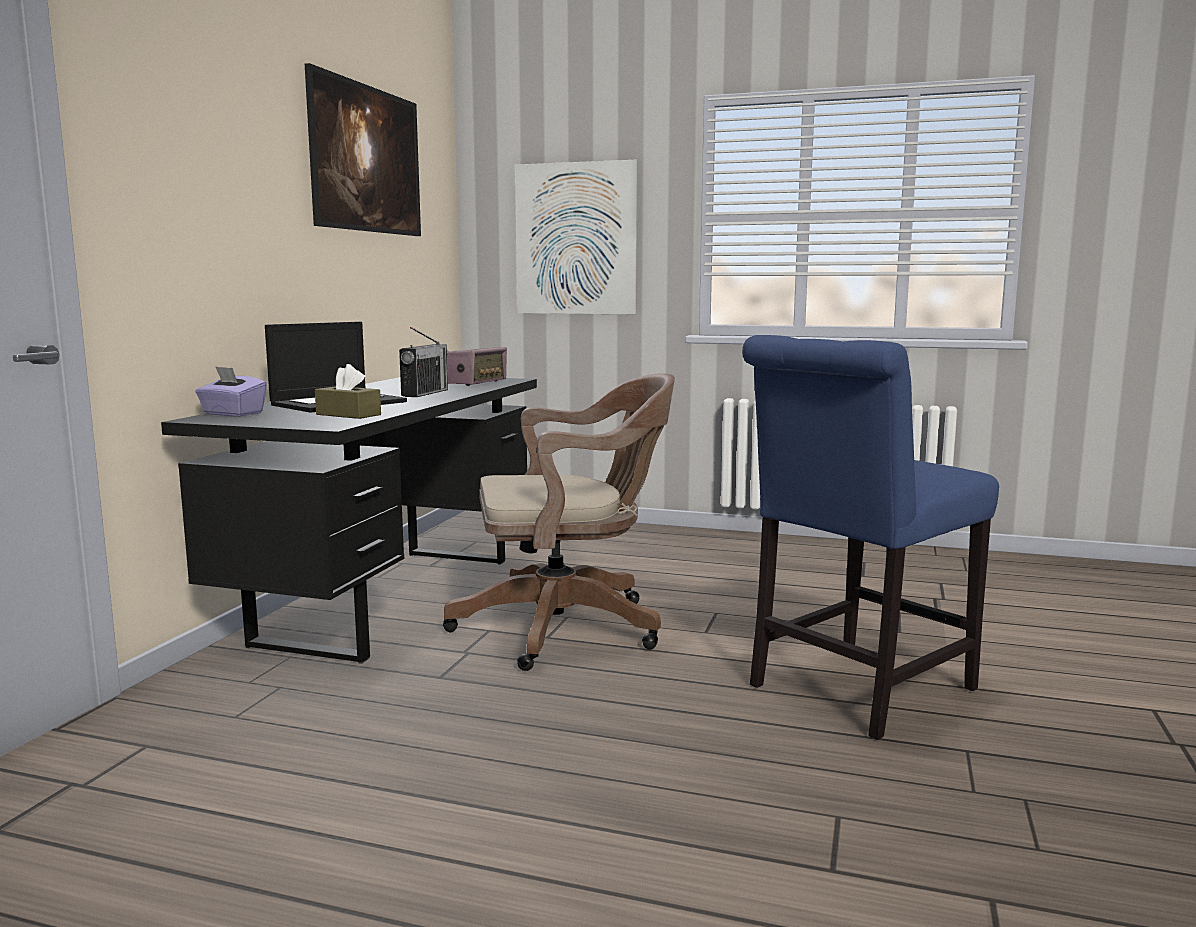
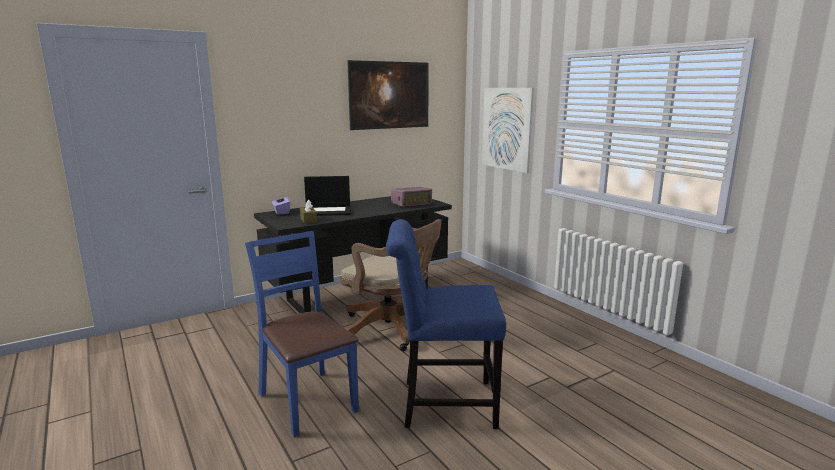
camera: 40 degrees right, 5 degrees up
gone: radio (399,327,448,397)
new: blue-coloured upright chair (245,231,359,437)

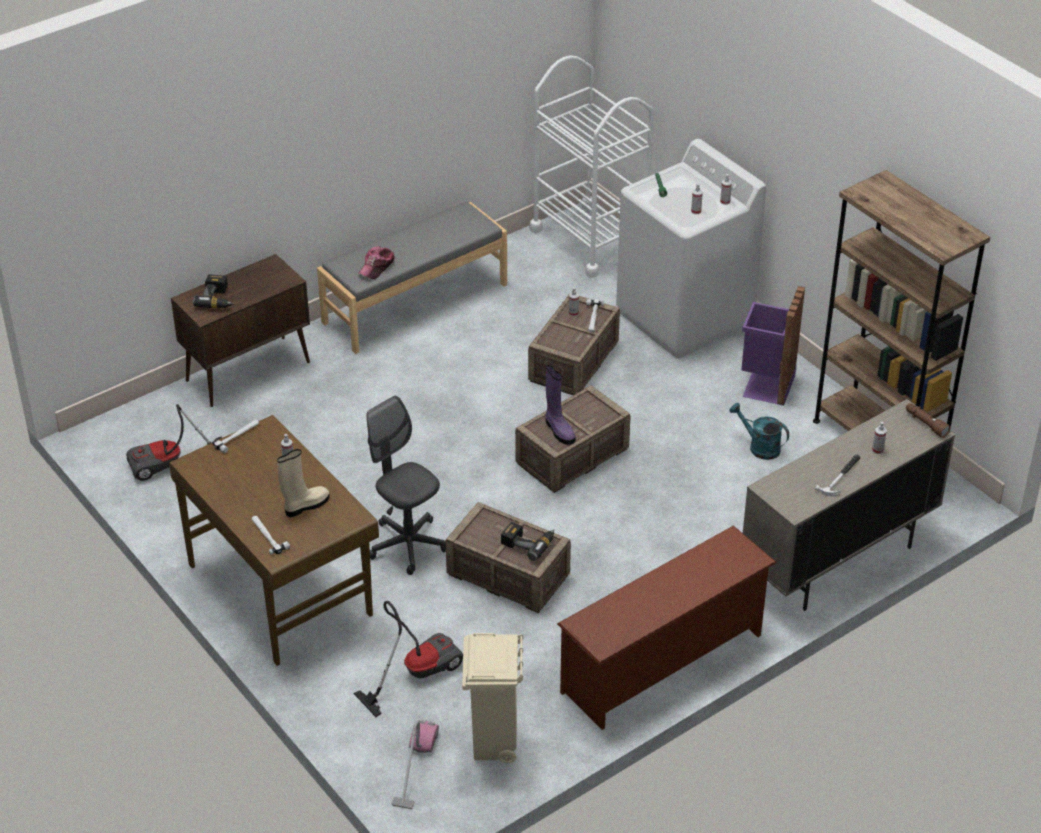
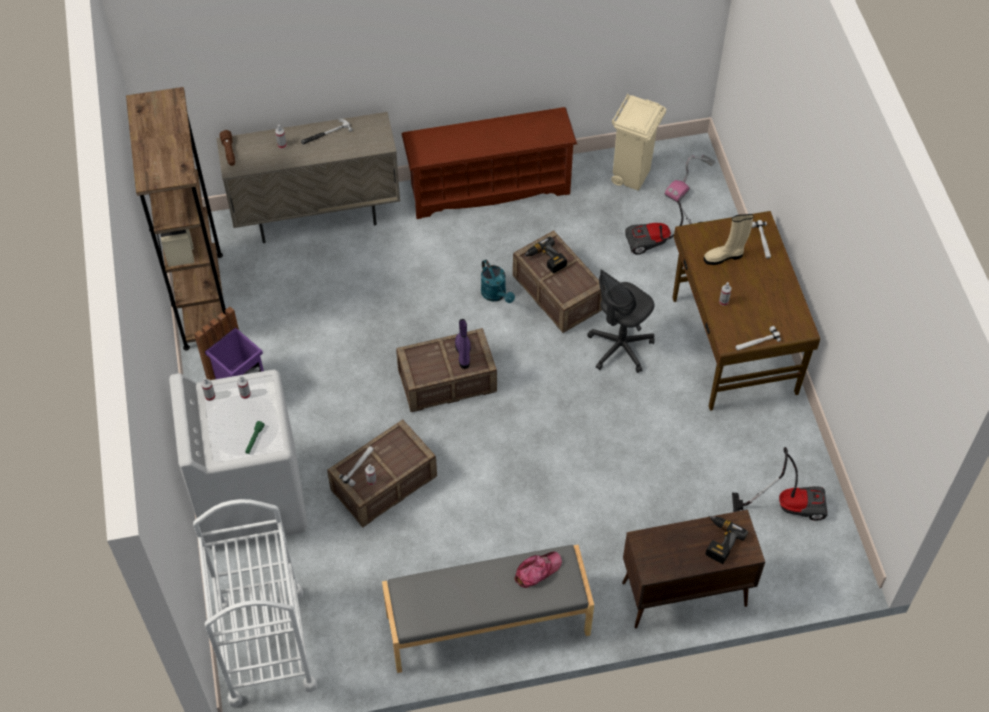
camera: 155 degrees left, 15 degrees up
shifted: turquoise watering can (729,403,789,460) to (481,260,515,303)
rotated: grey office chair (367,396,446,575) = (587,269,655,373) 60 degrees clockwise

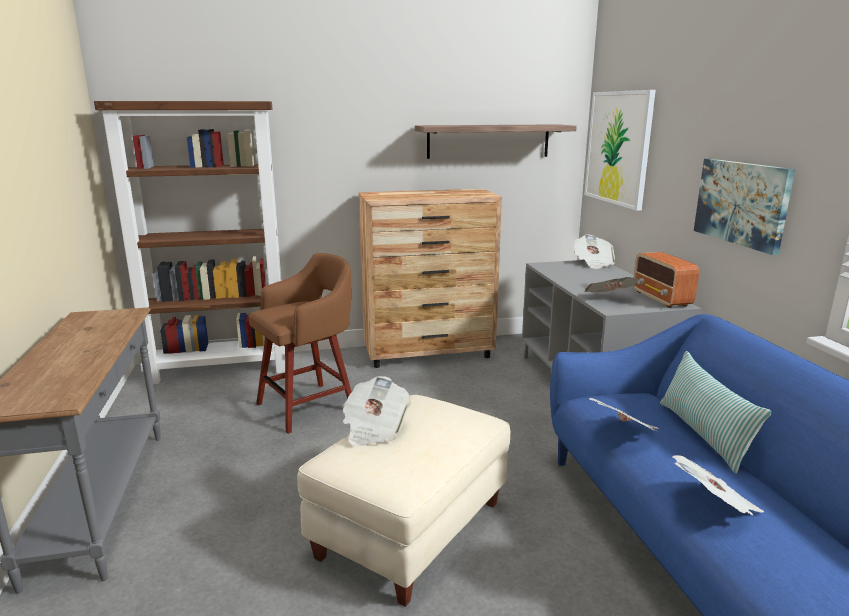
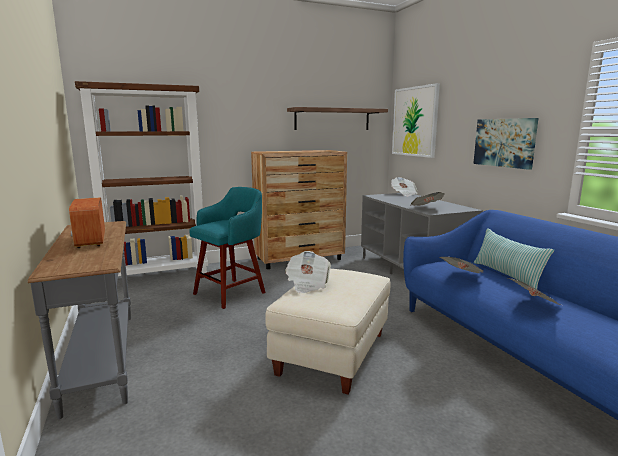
camera: 10 degrees left, 5 degrees down
shifted: radio (633,252,699,308) to (69,197,105,248)
repainted: brown-coloured stool seat (249,253,352,434) to turquoise stool seat (189,187,266,309)

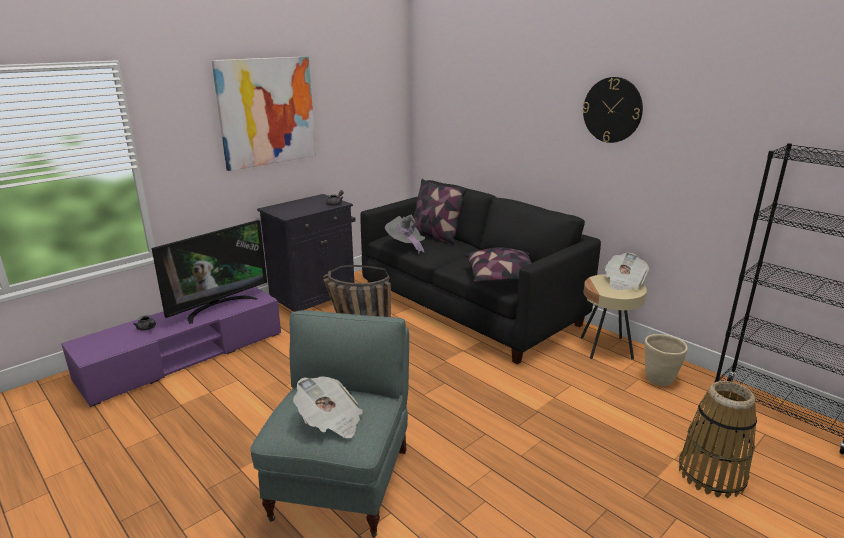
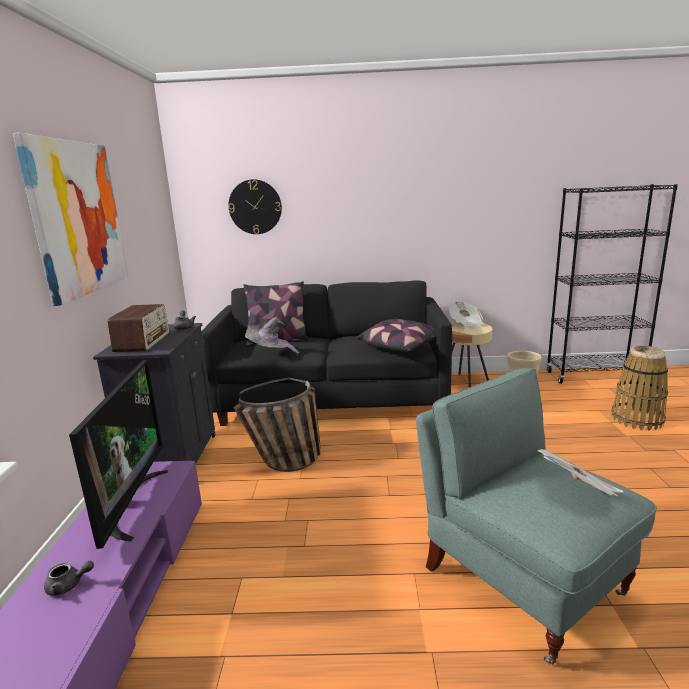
camera: 45 degrees left, 5 degrees down
new: radio (108,304,169,352)
shifted: clock on the wall (582,77,643,143) to (228,179,282,234)

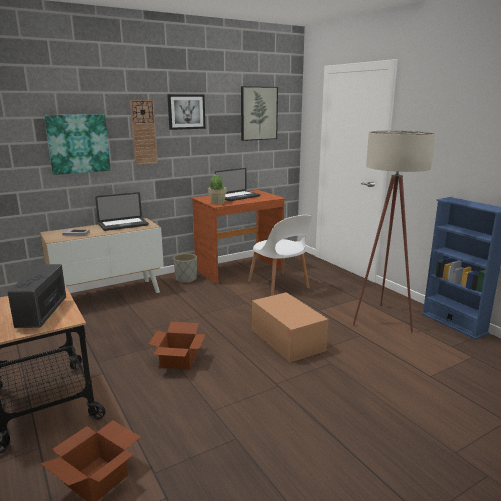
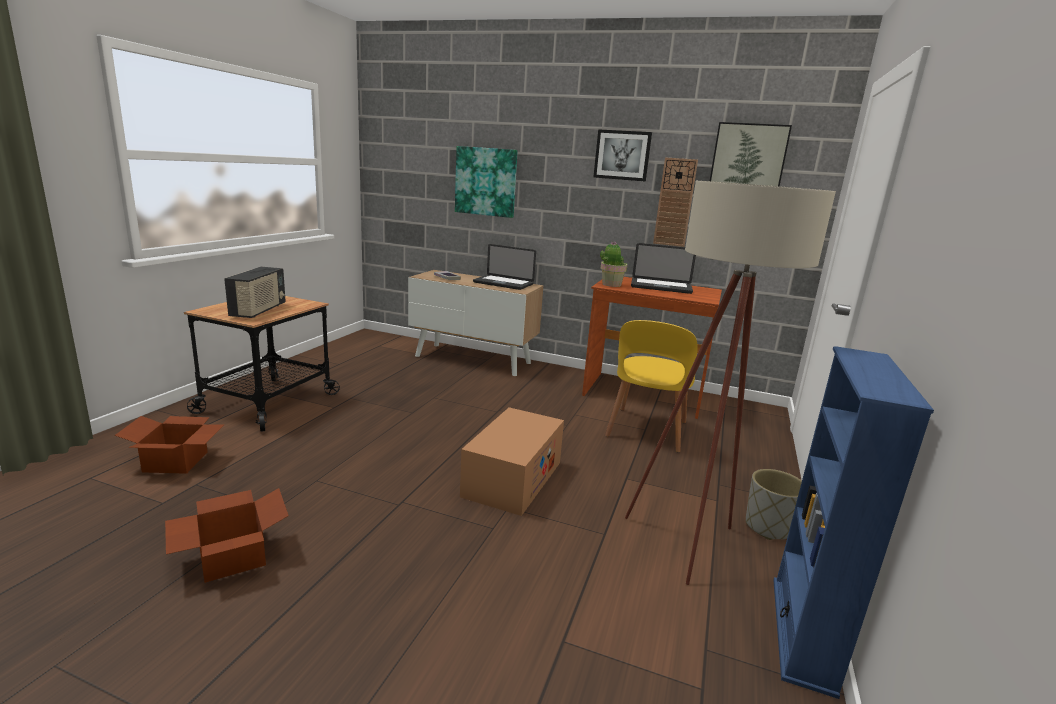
camera: 50 degrees right, 0 degrees up
shifted: carton (149,322,206,370) to (165,488,289,583); clock on the wall (130,100,158,165) to (653,157,698,247); grey plant pot (173,253,197,283) to (746,469,802,540)
repainted: white upright chair (248,215,312,296) to yellow upright chair (605,320,698,453)
rotated: radio (8,264,66,328) = (224,267,286,318) 135 degrees clockwise

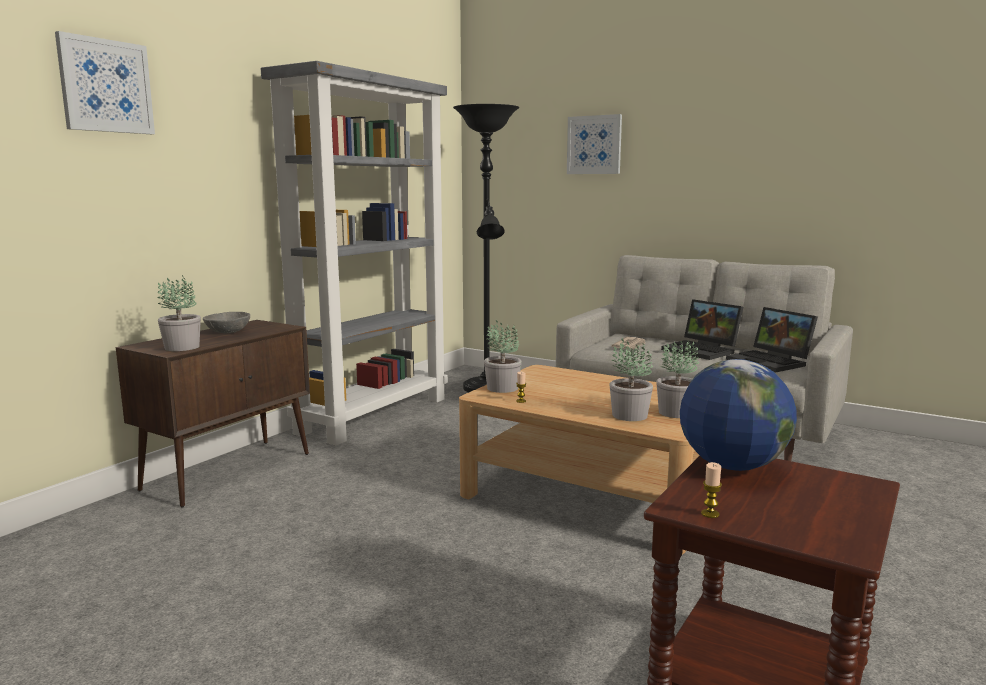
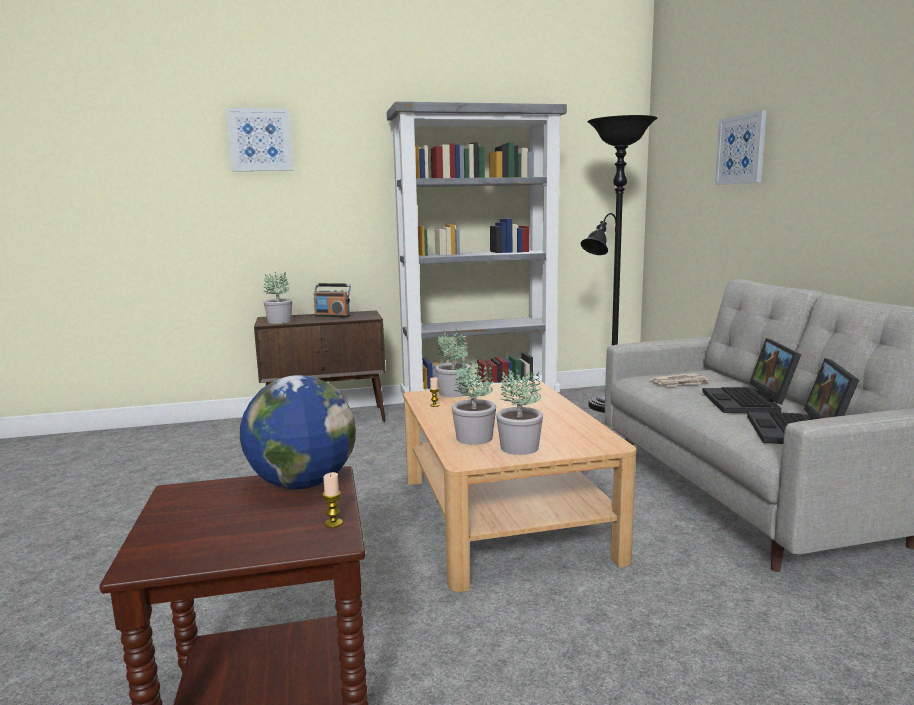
camera: 45 degrees right, 0 degrees up
shifted: wax candle (701,462,722,518) to (323,472,343,528)
swapped: grey serving bowl (203,312,250,333) to radio (313,283,351,317)

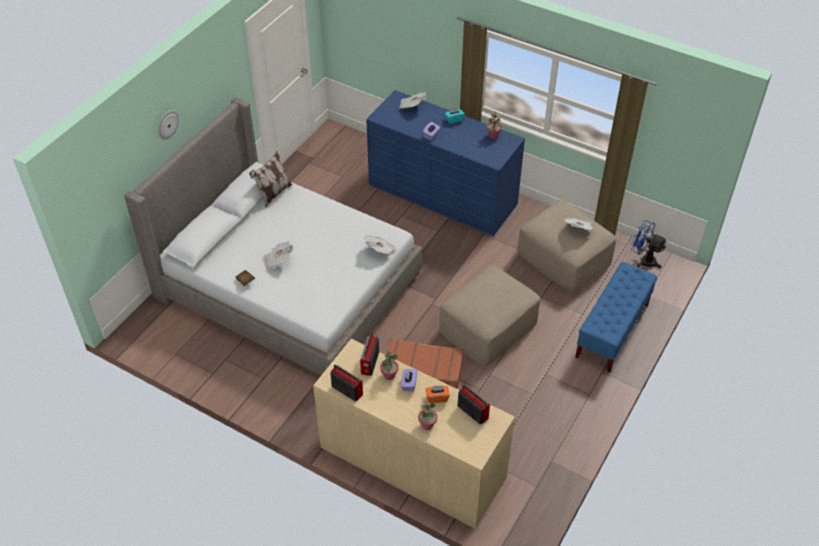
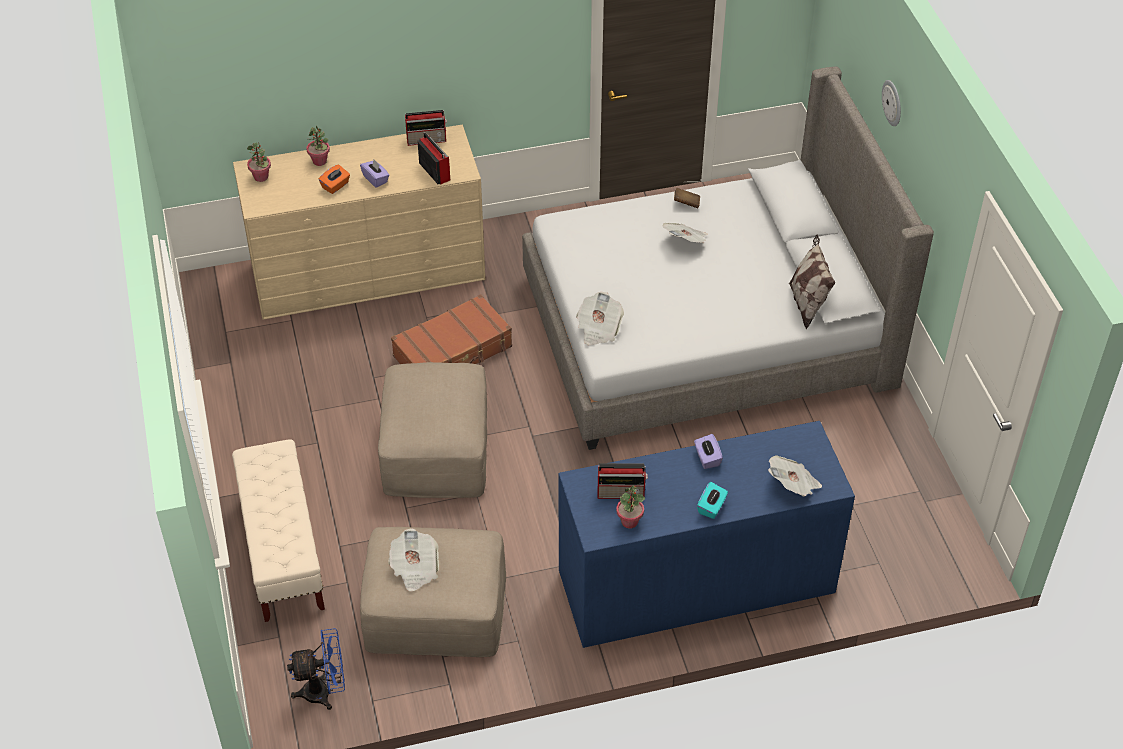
camera: 135 degrees right, 0 degrees up
shifted: plant in a pot (380,351,399,380) to (247,142,271,182); radio (458,384,490,424) to (598,463,648,499)
repainted: blue-coloured bench (575,262,657,373) to beige bench (232,439,325,622)

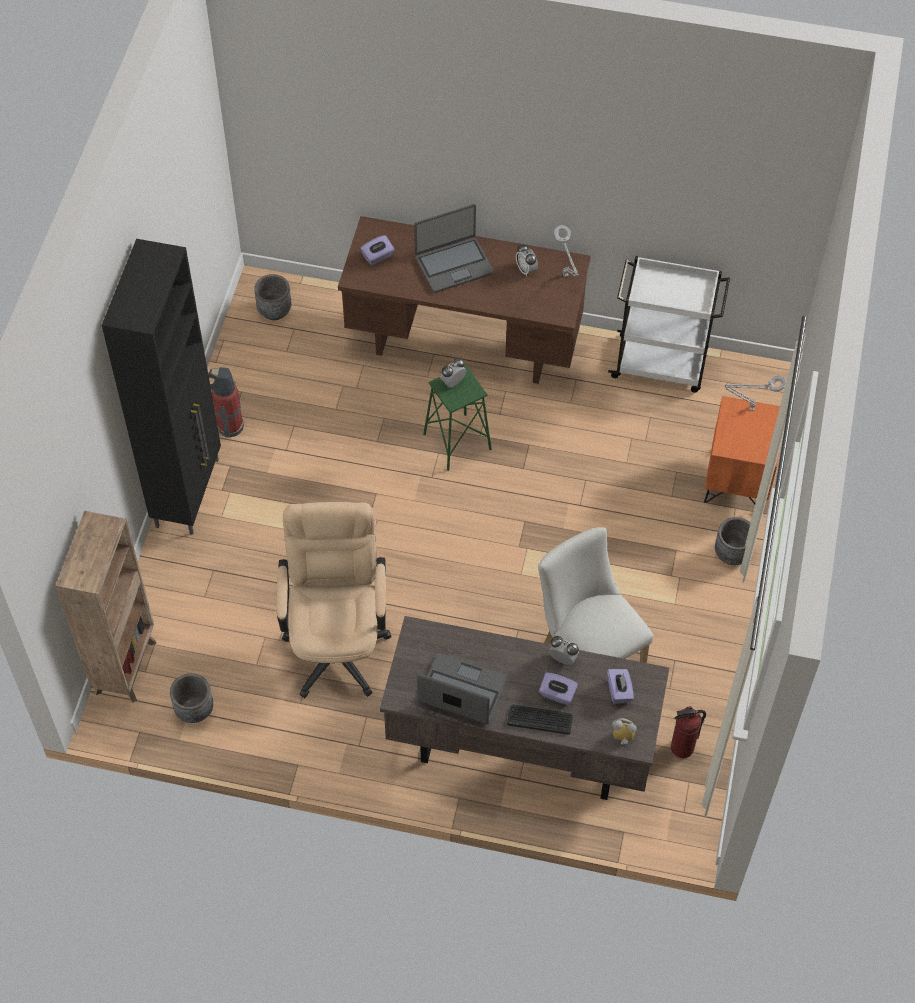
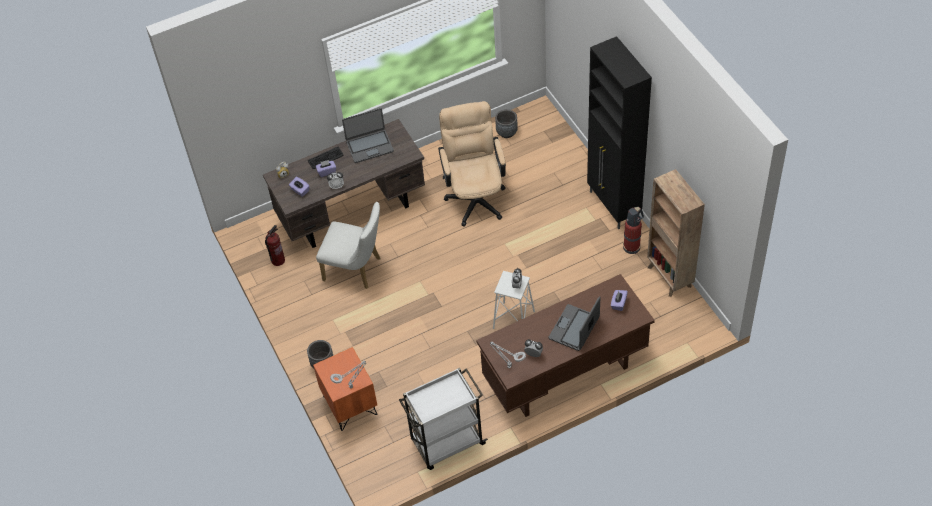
camera: 145 degrees right, 5 degrees down
gone: grey plant pot (254,274,292,320)
shifted: brown-coloured bookcase (56,511,156,703) to (647,169,705,297)
repainted: greenish stool seat (423,365,491,471) to white stool seat (493,271,535,329)
rotated: beige office chair (277,502,391,698) = (438,101,506,227) 150 degrees counterclockwise

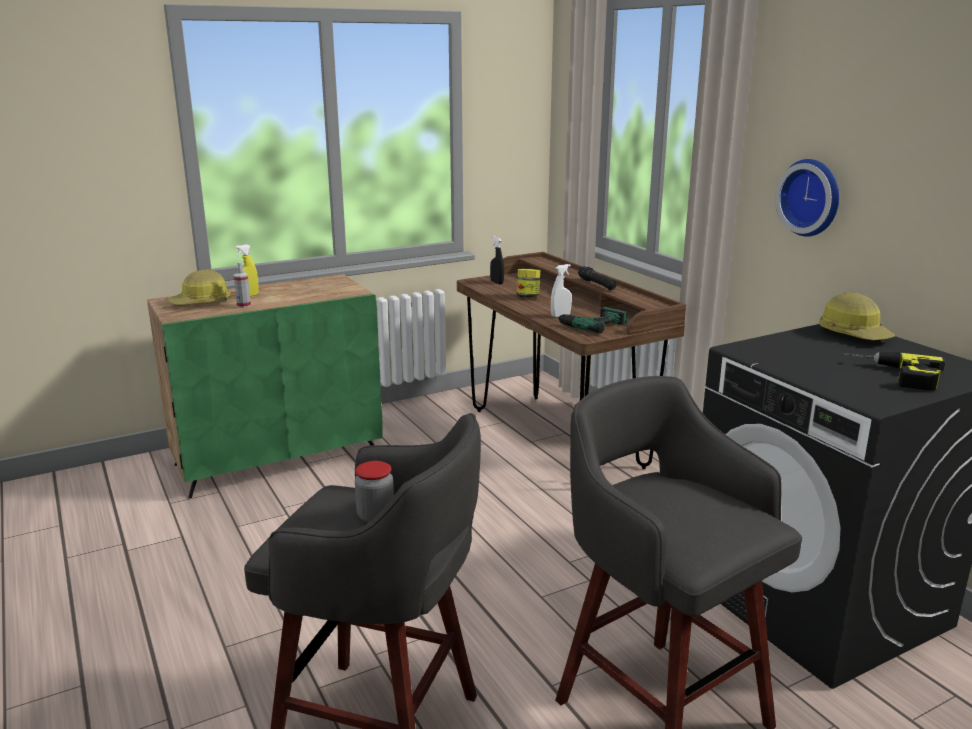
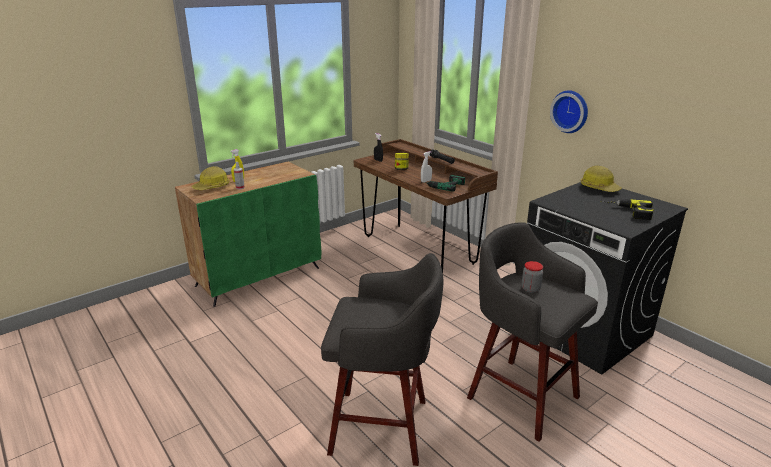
camera: 10 degrees left, 5 degrees up
shifted: preserve jar (355,461,394,523) to (522,261,543,293)

